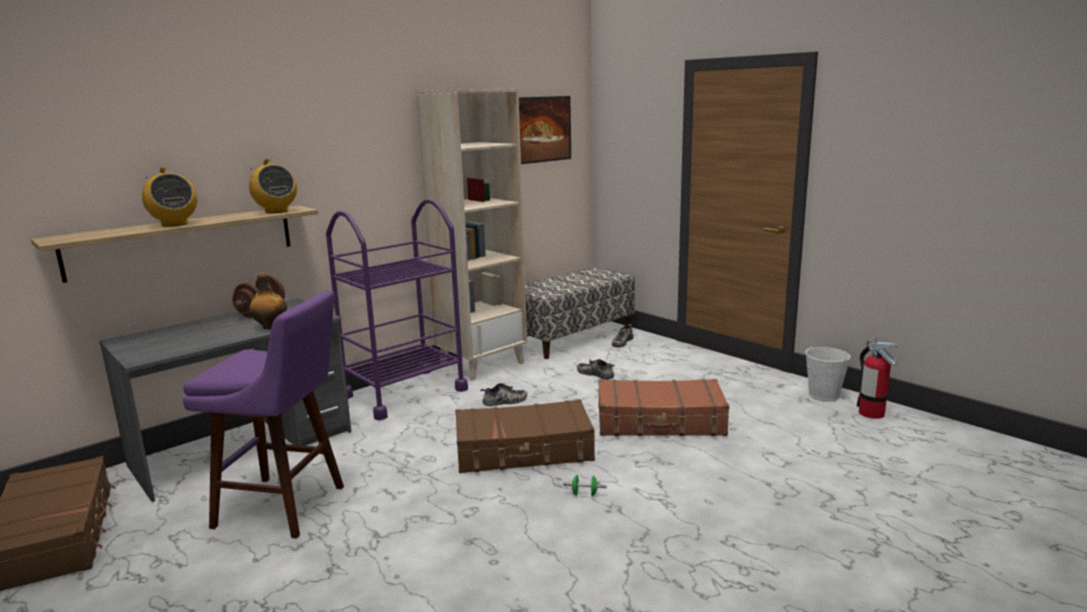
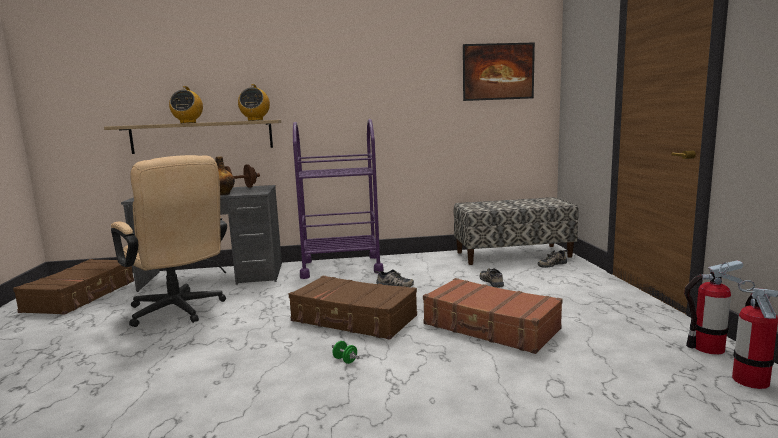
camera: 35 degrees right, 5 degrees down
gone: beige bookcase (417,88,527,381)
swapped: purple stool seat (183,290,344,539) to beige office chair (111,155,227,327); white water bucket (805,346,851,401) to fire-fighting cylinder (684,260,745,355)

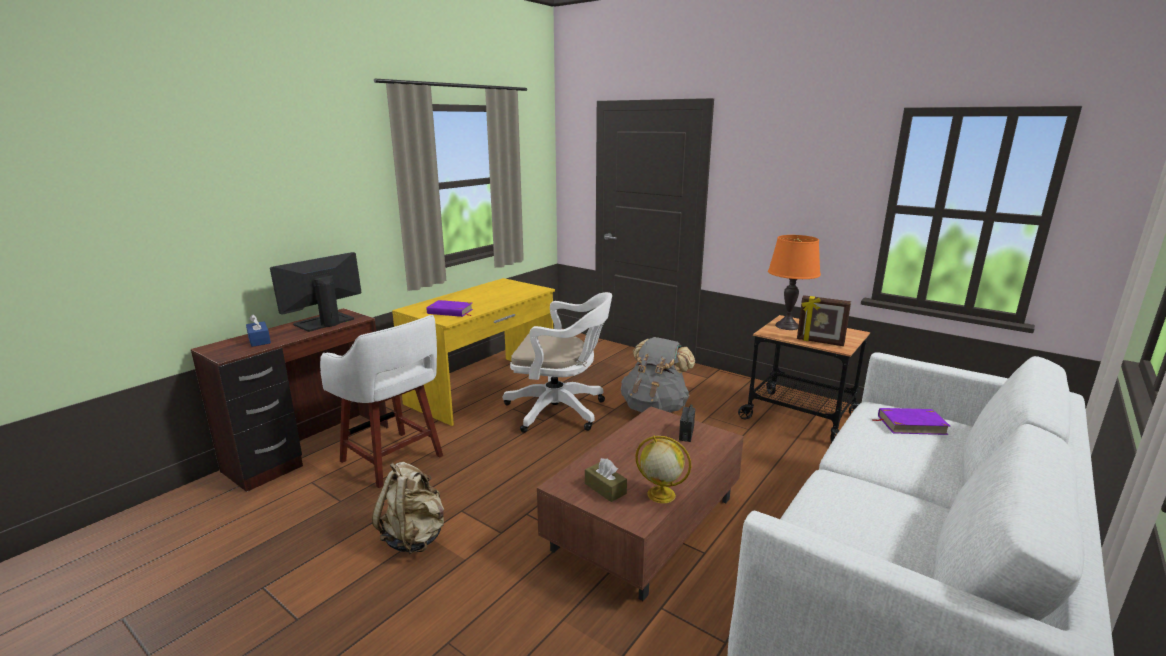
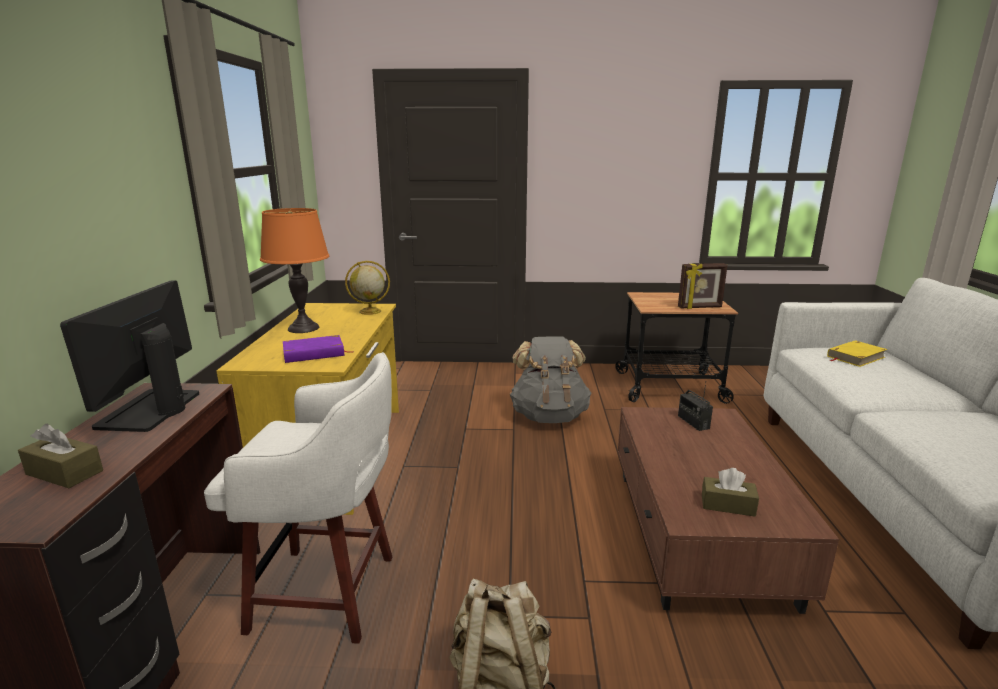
camera: 35 degrees left, 0 degrees up
gone: white office chair (503,292,612,433)
shifted: orangey table lamp (768,235,821,330) to (260,208,329,333); globe (635,436,691,503) to (345,261,390,315)
repainted: blue-coloured tissue box (246,314,271,347) to brown-coloured tissue box (18,424,103,488); purple book (871,408,950,435) to yellow book (827,340,887,367)

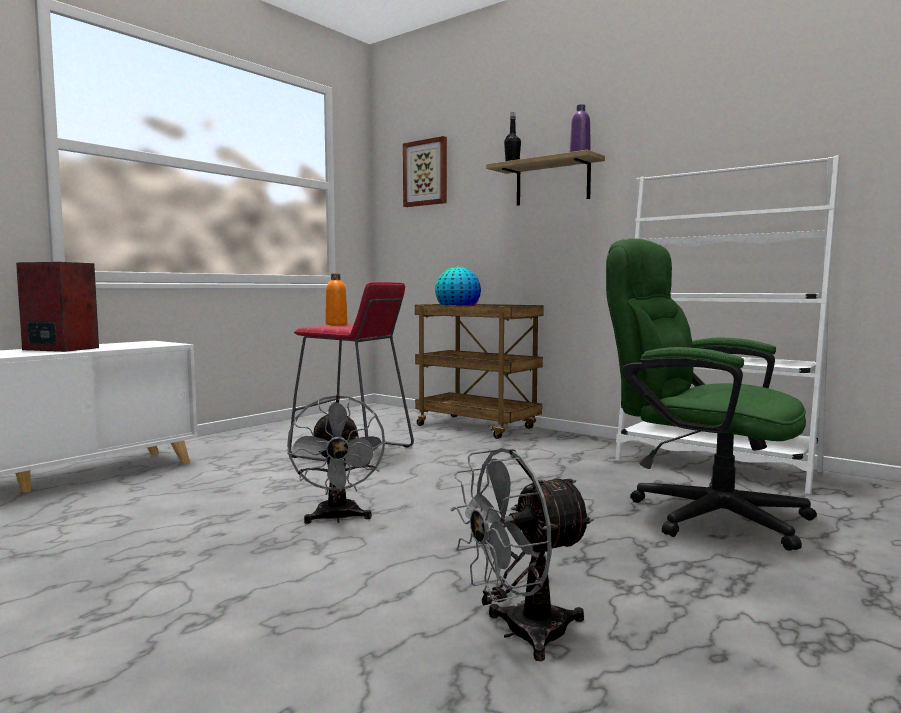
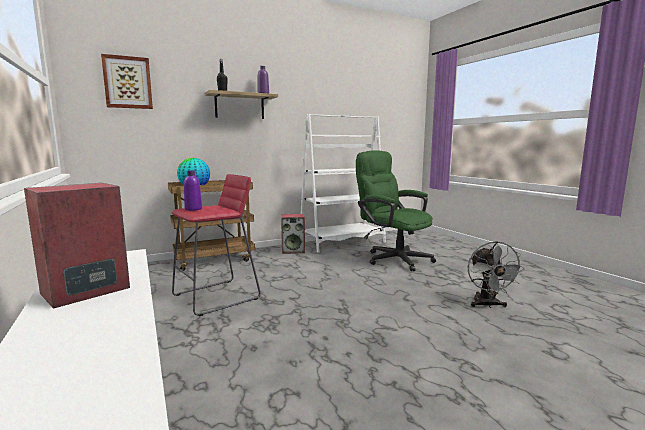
camera: 65 degrees left, 5 degrees up
gone: grey cooling fan (287,395,387,524)
new: loudspeaker (281,214,305,254)
repainted: orangey bottle (325,274,348,325) to purple bottle (184,170,202,211)
rotated: greenish office chair (606,239,817,551) = (356,150,436,271) 75 degrees clockwise

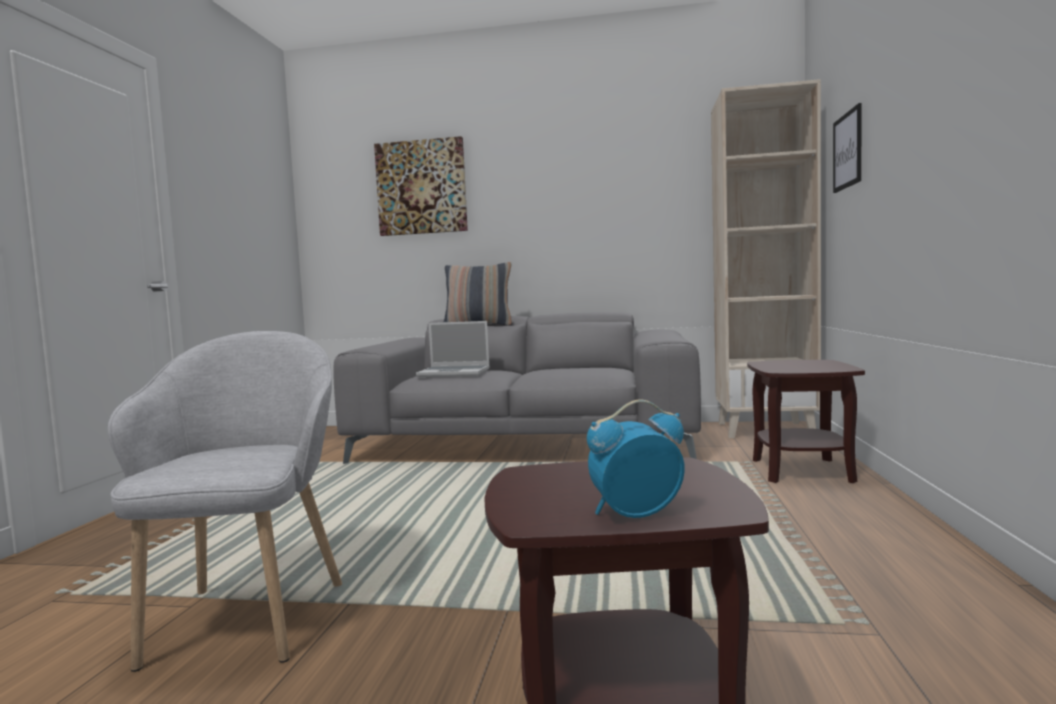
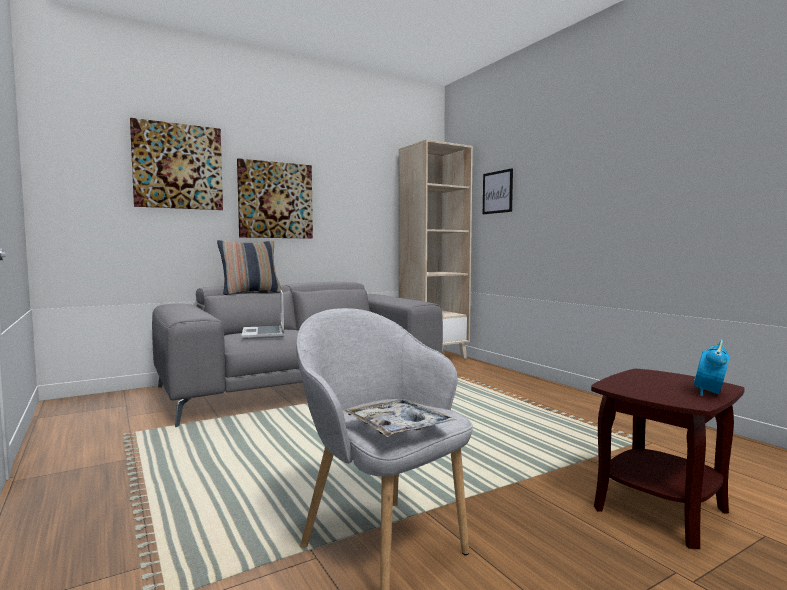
camera: 40 degrees left, 0 degrees up
gone: brown-coloured end table (747,360,865,483)
new: wall picture (237,158,313,239); carrying tray (343,399,456,437)
rotated: portable computer (416,321,490,377) = (241,290,284,339) 105 degrees clockwise

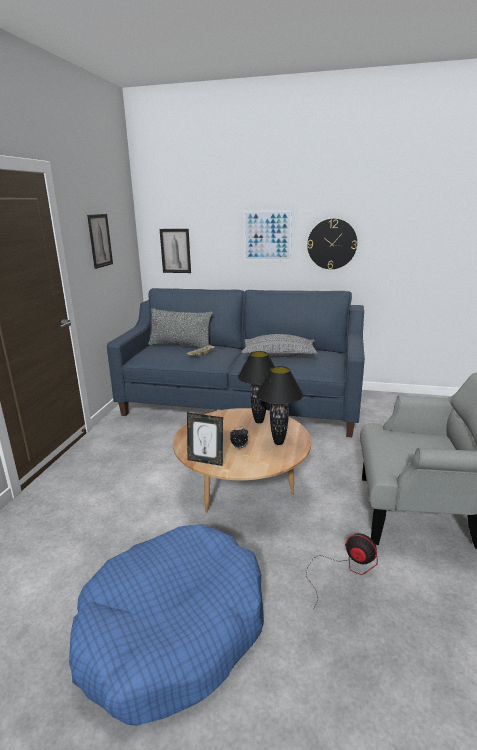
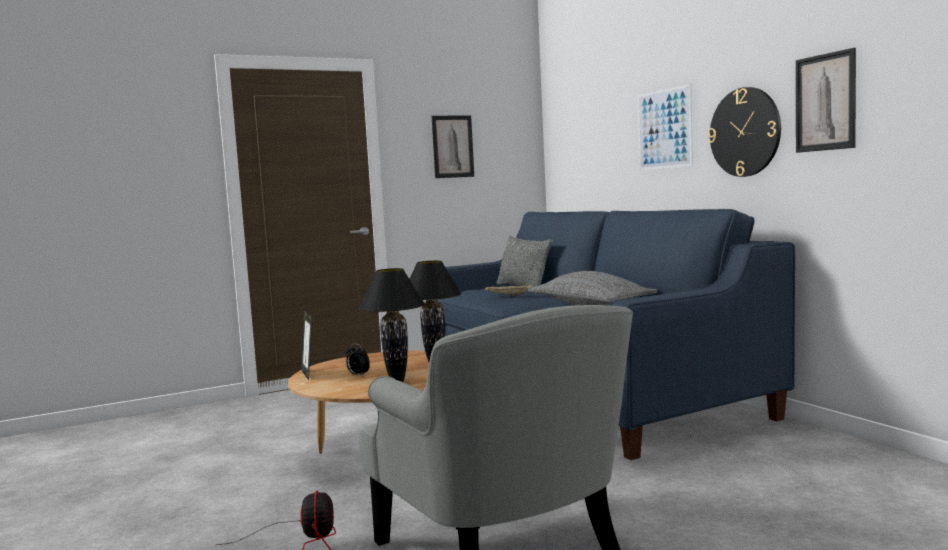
camera: 50 degrees right, 15 degrees down
gone: blue-coloured dog bed (69,524,264,726)
shifted: wall picture (160,229,191,273) to (796,48,856,153)

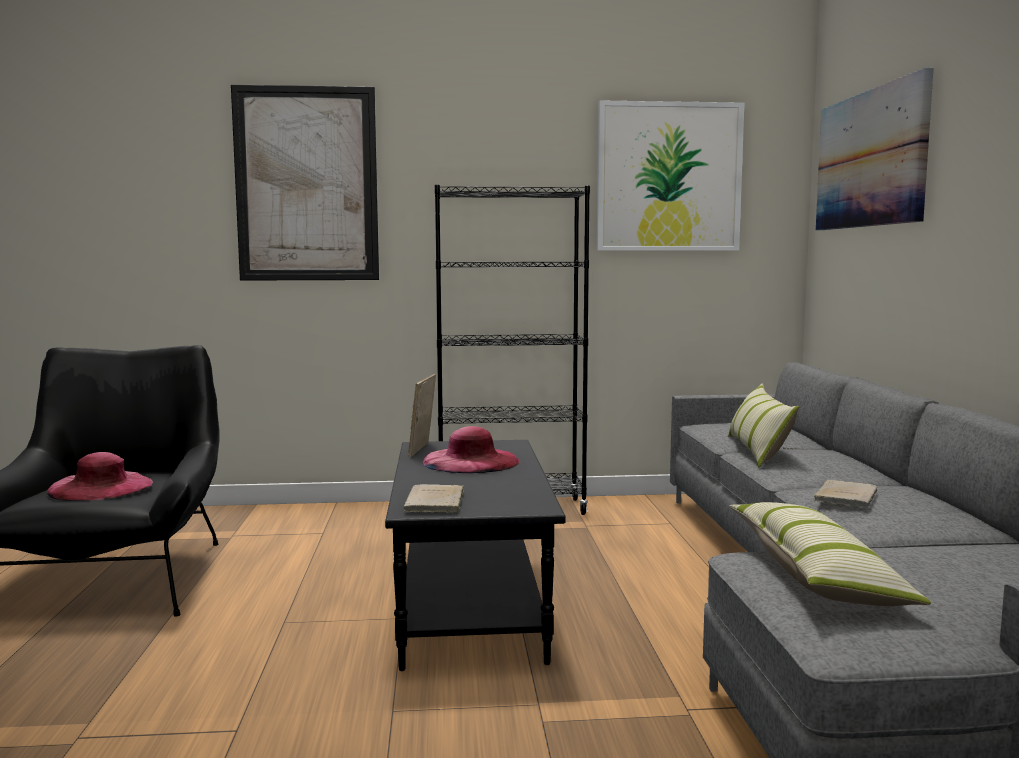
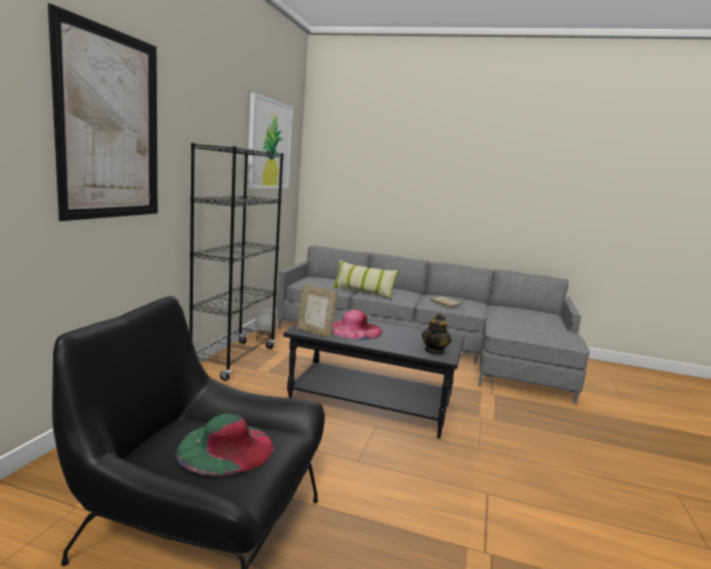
camera: 70 degrees left, 5 degrees up
gone: pillow (730,502,931,606); wall picture (816,68,934,230)
new: grey plant pot (255,309,277,341)
swapped: beige book (404,484,464,513) to teapot (422,313,452,355)
repainted: pink hat (47,452,153,501) to greenish hat (176,413,274,476)

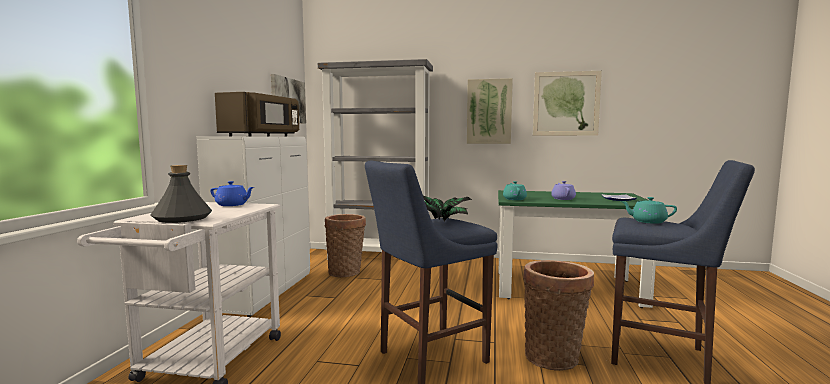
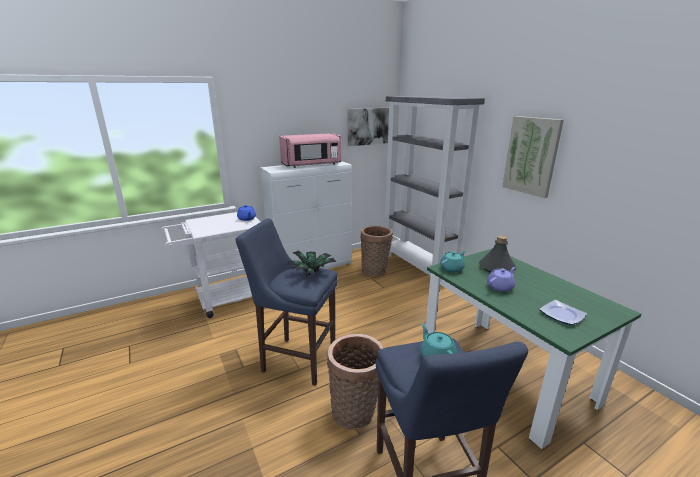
camera: 50 degrees right, 15 degrees up
gone: wall picture (533,71,602,136)
shifted: grey bottle (150,165,212,223) to (479,235,516,273)
repainted: brown-coloured kitchen microwave (215,92,299,137) to pink kitchen microwave (279,133,341,168)

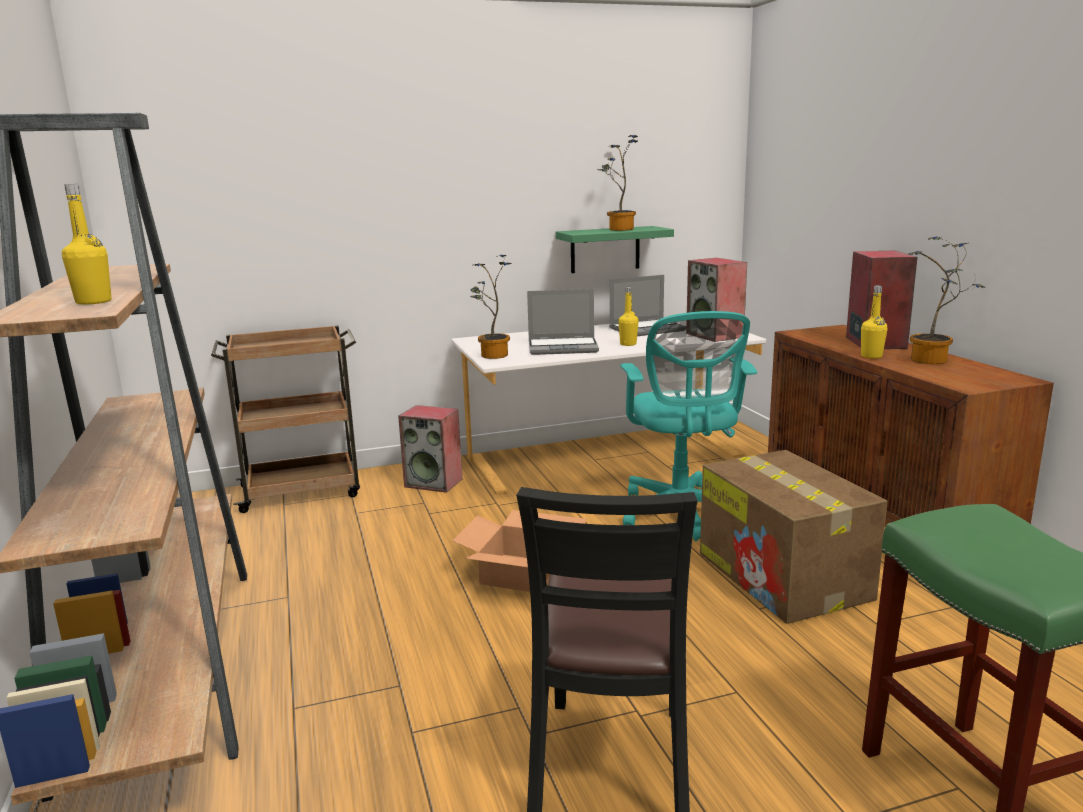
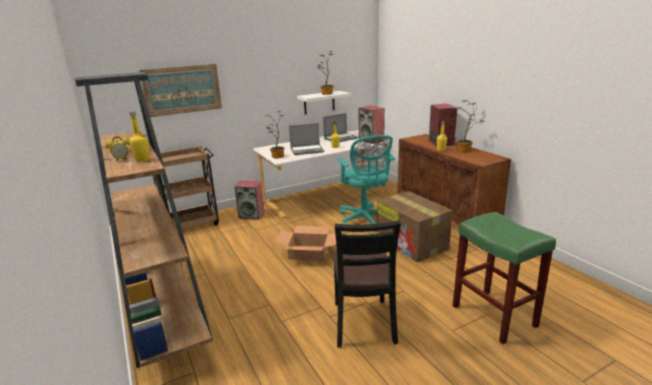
camera: 10 degrees left, 5 degrees up
new: bedside clock (105,136,130,161); wall picture (139,64,222,117)
repainted: greenish shelf (556,226,674,273) to white shelf (297,91,351,114)

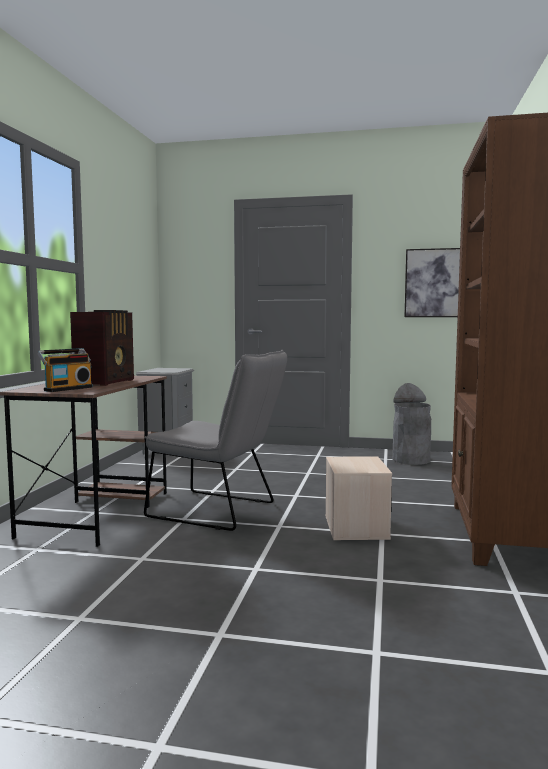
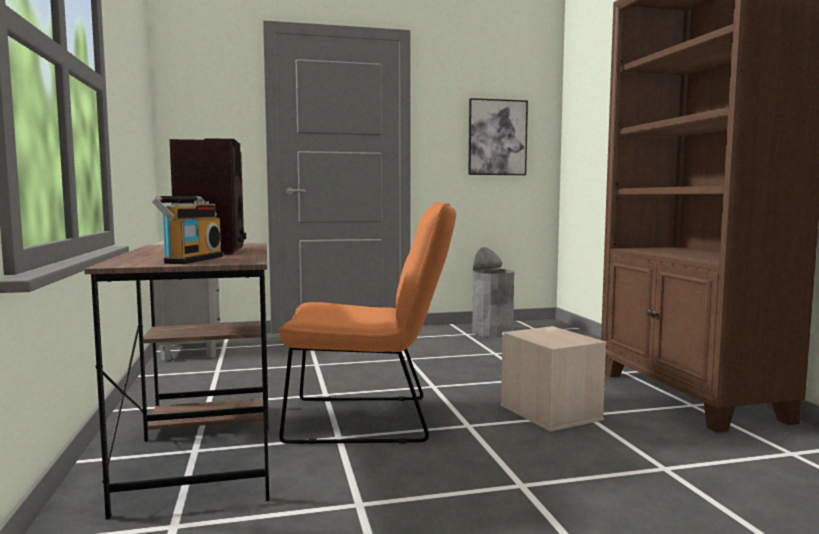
camera: 25 degrees left, 0 degrees up
repainted: grey upright chair (144,350,287,531) to orangey upright chair (279,202,456,444)

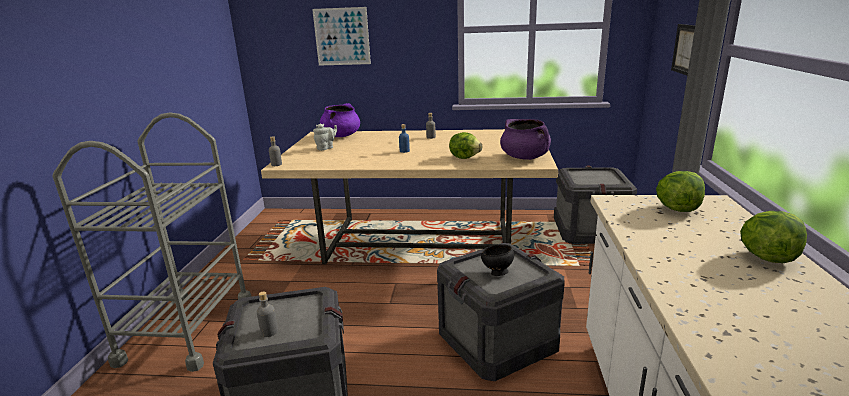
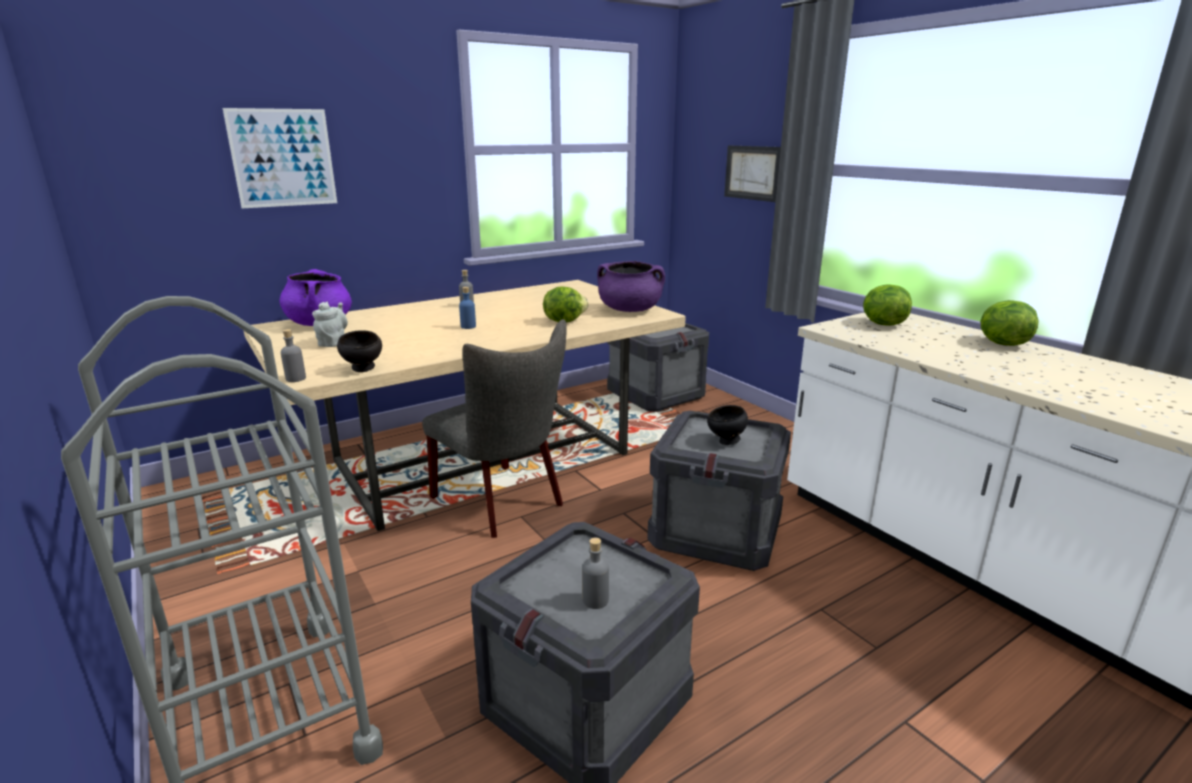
camera: 40 degrees left, 0 degrees up
new: black-coloured serving bowl (337,330,382,372); grey upright chair (422,319,567,538)

